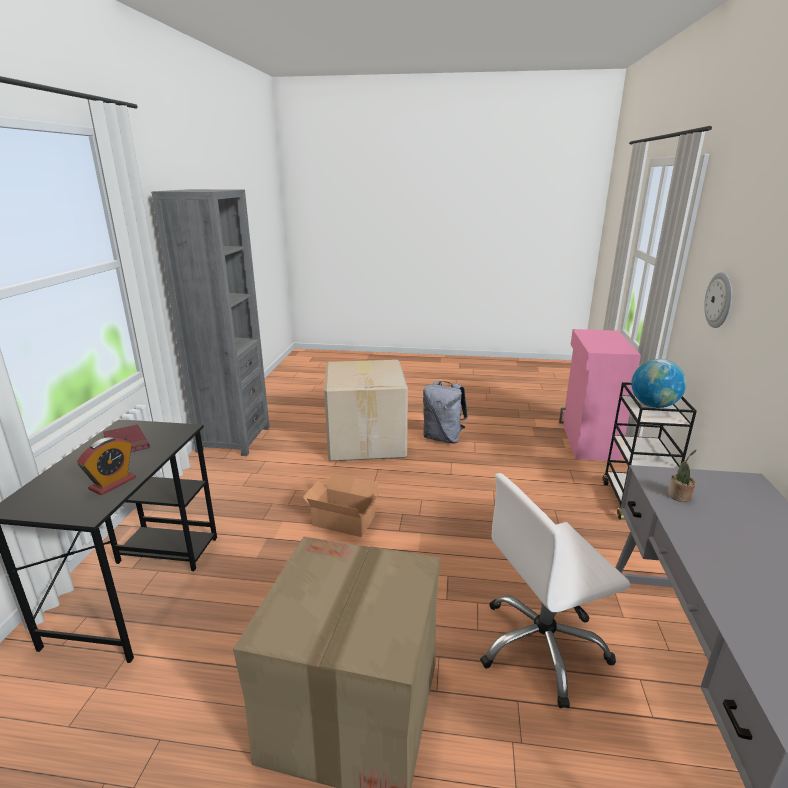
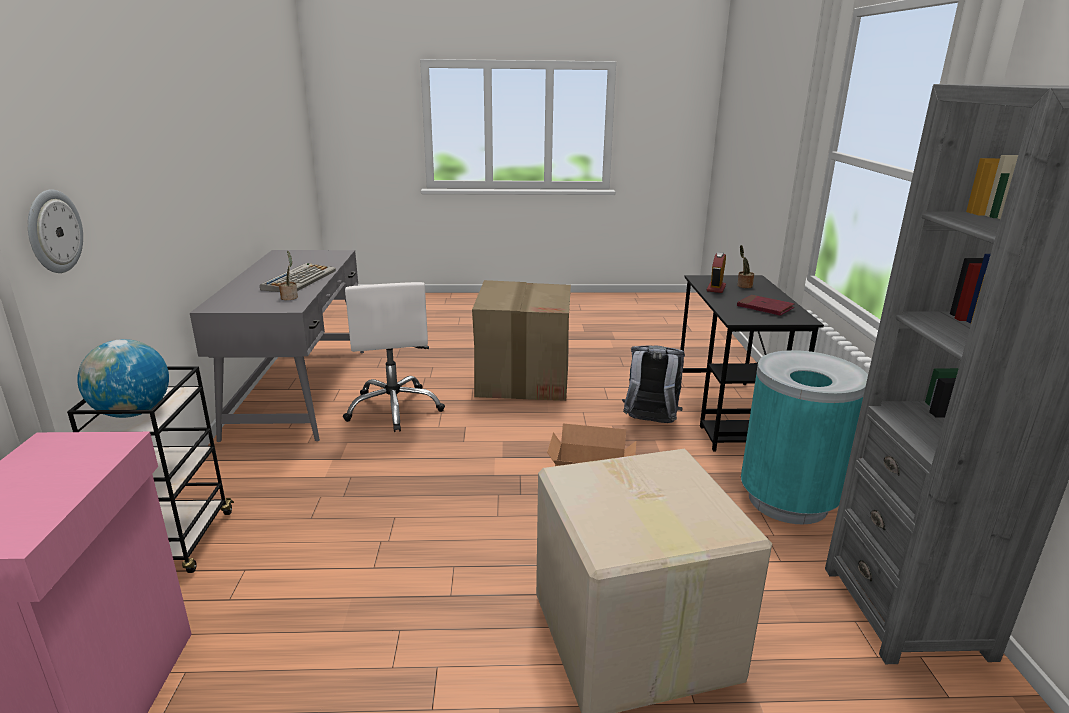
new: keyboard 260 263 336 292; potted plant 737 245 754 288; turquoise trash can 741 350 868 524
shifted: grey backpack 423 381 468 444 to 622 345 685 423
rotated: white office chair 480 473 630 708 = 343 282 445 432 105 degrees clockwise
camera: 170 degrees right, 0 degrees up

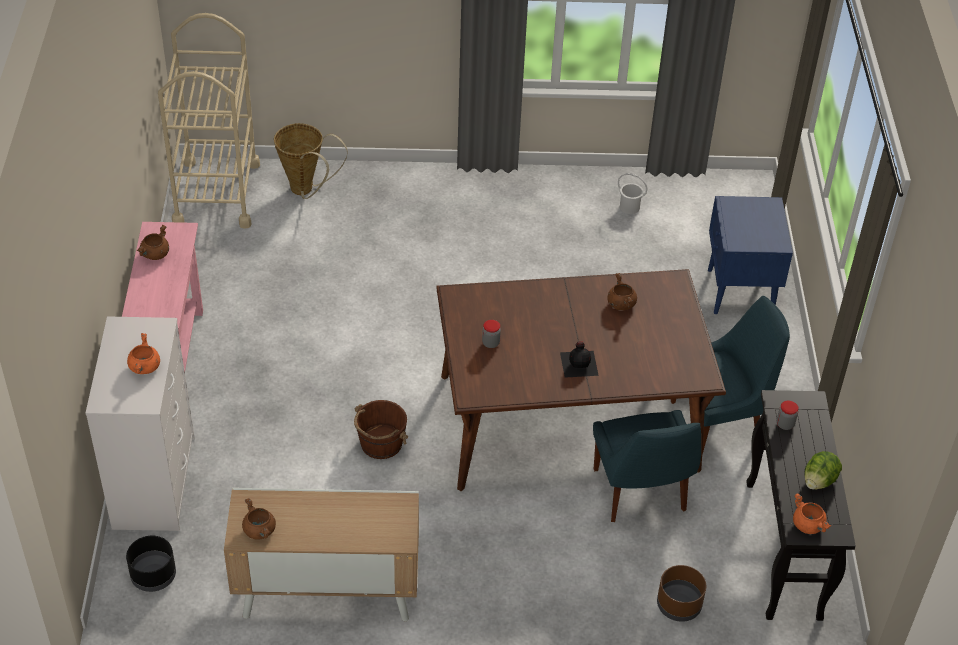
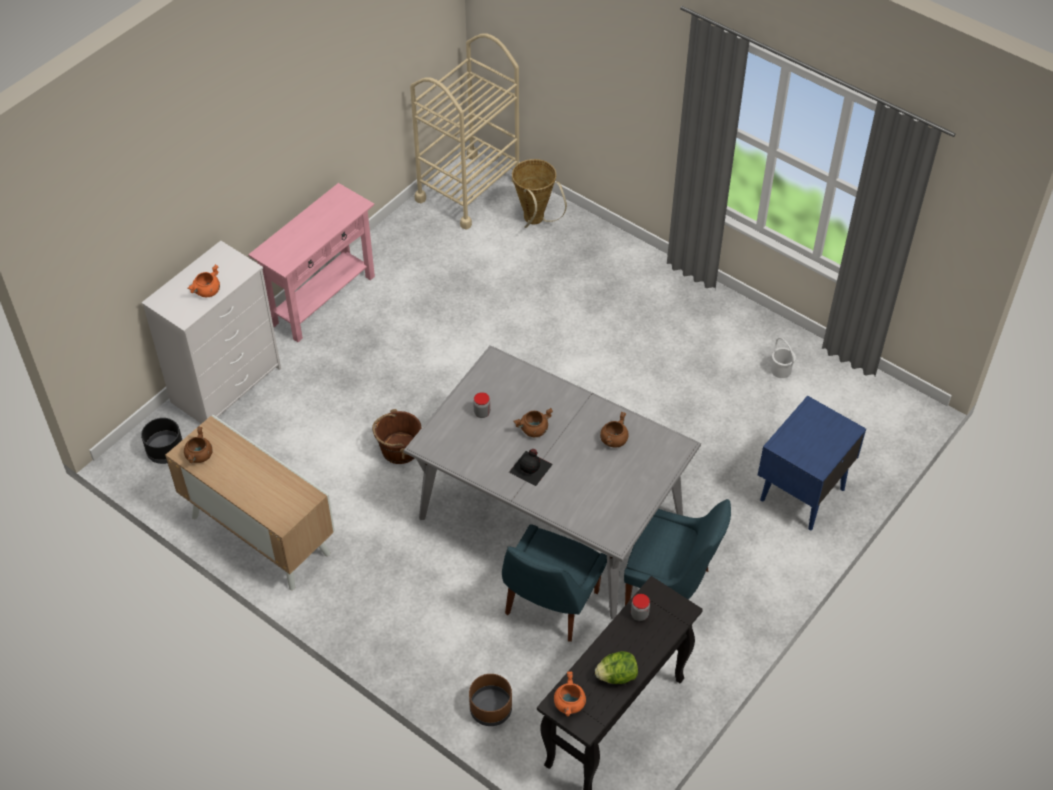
shifted: brown cooking pot 137 225 169 260 to 513 408 553 437
repainted: brown dining table 436 269 726 491 to grey dining table 404 345 701 619
camera: 40 degrees right, 5 degrees up

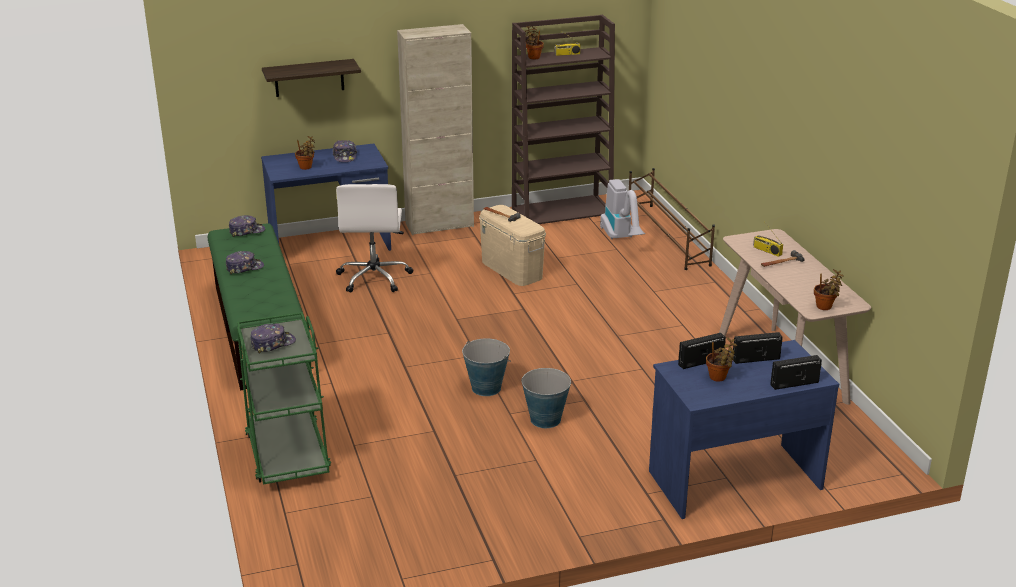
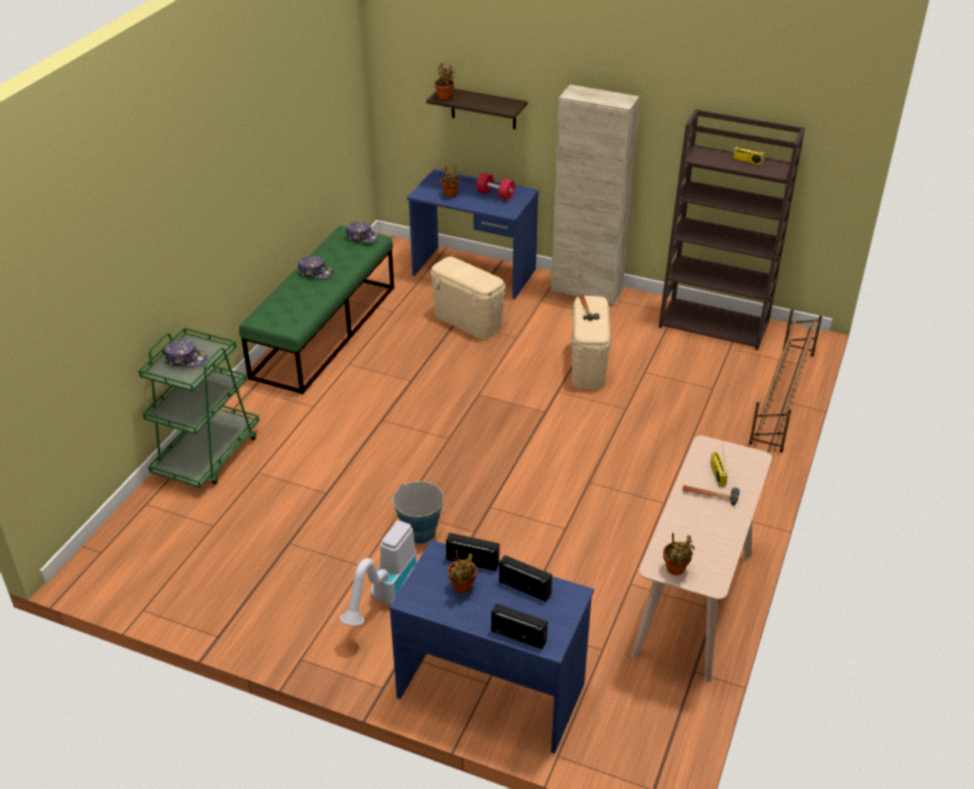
gone: bucket 462 338 511 396
shifted: potted plant 525 25 544 59 to 435 62 455 100; vacuum cleaner 600 179 645 239 to 340 521 418 626
swapped: cap 333 140 357 162 to red dumbbell 476 173 515 200; white office chair 336 184 413 293 to beige storage box 431 257 506 339
camera: 40 degrees right, 10 degrees up

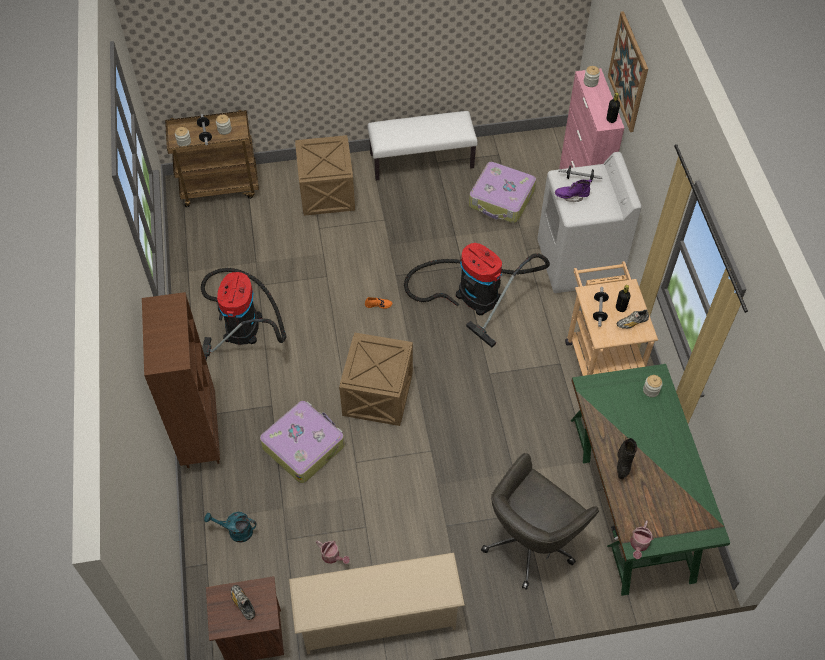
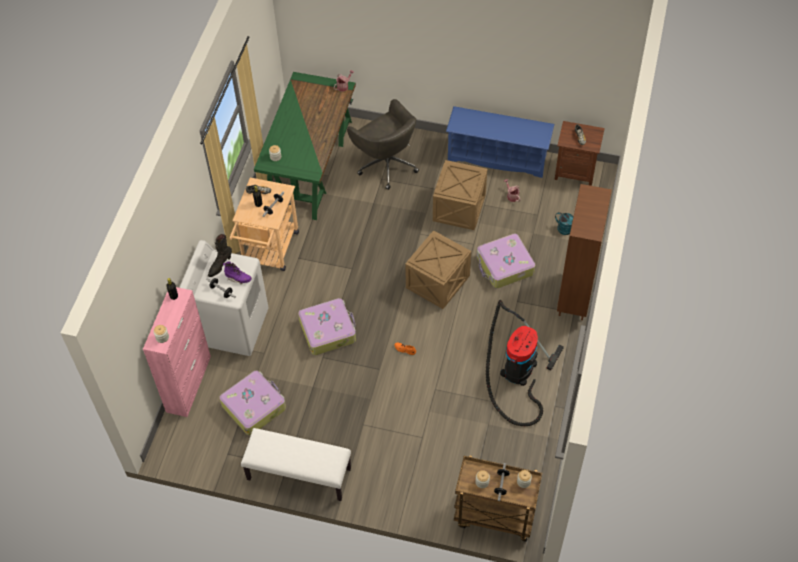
gone: picture 608 11 648 132
shifted: crate 295 135 355 216 to 433 160 487 230; black boot 617 438 637 480 to 208 234 232 277
swapped: vacuum cleaner 404 243 550 348 to suitcase 298 298 356 355
repainted: beige shoe rack 289 553 465 654 to blue shoe rack 446 106 554 178
rotated: grey office chair 481 453 599 590 = 347 99 419 190 75 degrees clockwise
camera: 155 degrees left, 0 degrees up

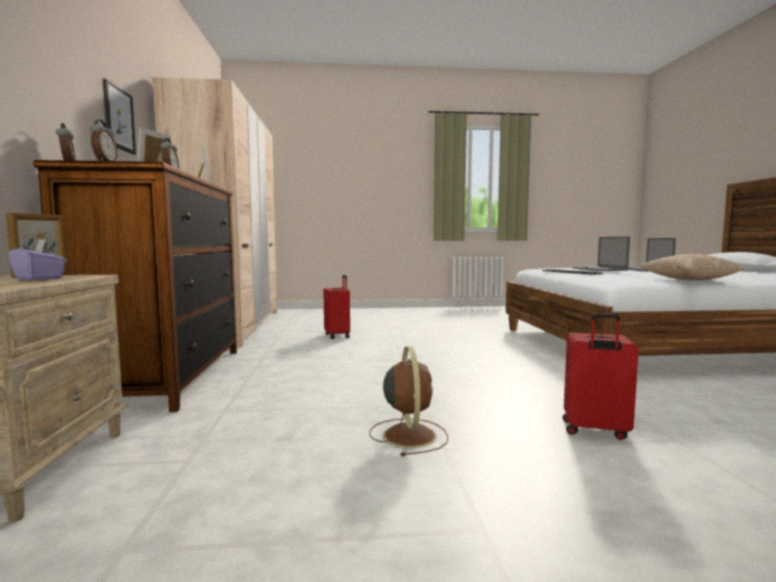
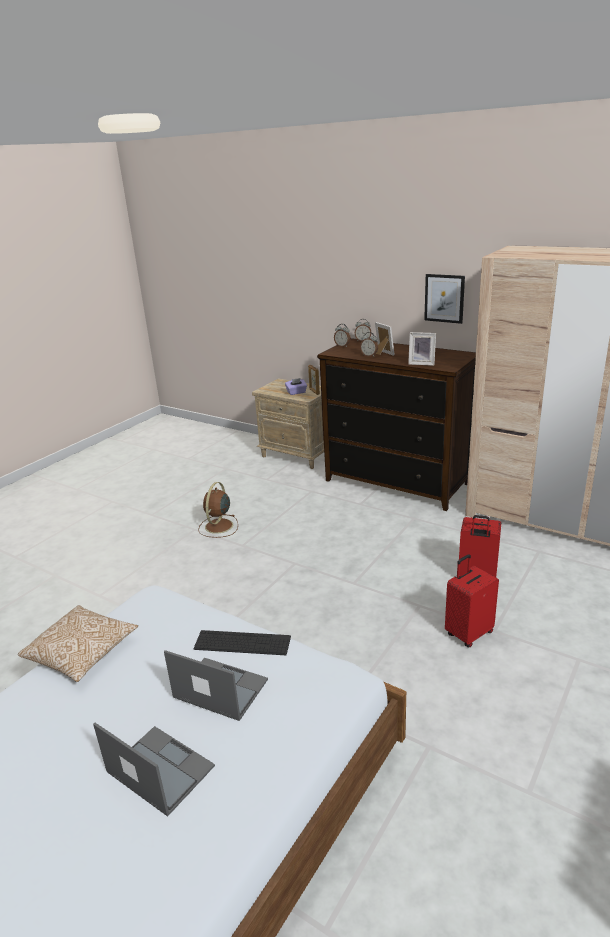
shifted: red suitcase 562 313 639 440 to 445 554 499 647
rotated: brown fan 369 346 448 456 = 198 482 238 538 75 degrees clockwise
camera: 130 degrees right, 20 degrees up

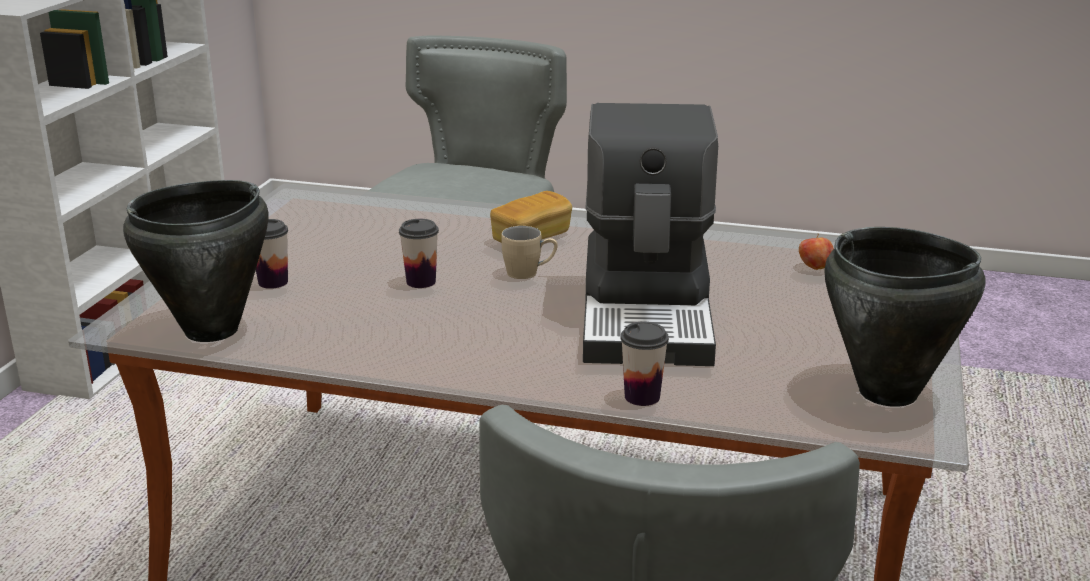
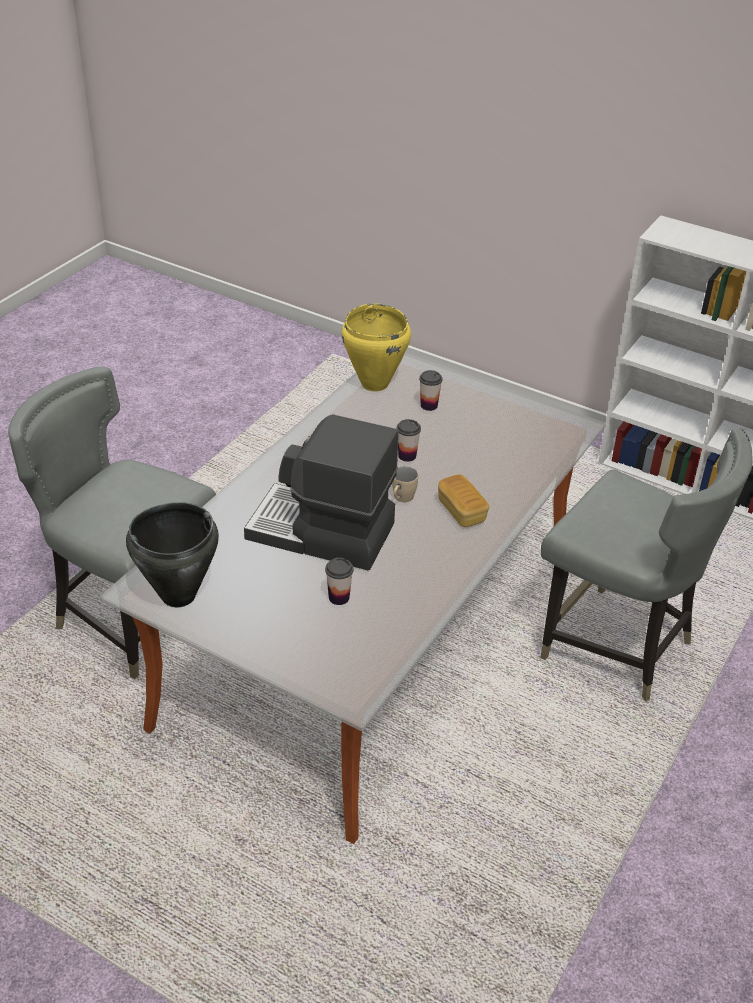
gone: apple 799 233 834 270
shifted: cup 620 321 669 406 to 325 558 353 605
repainted: black cooking pot 123 180 269 342 to yellow cooking pot 342 303 411 391
camera: 105 degrees right, 15 degrees up

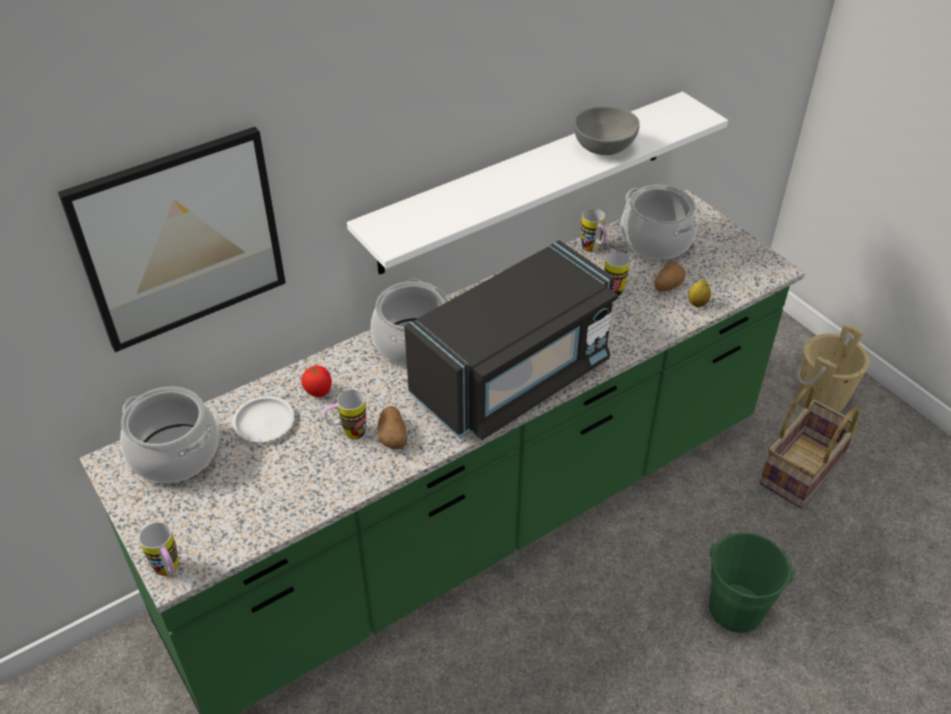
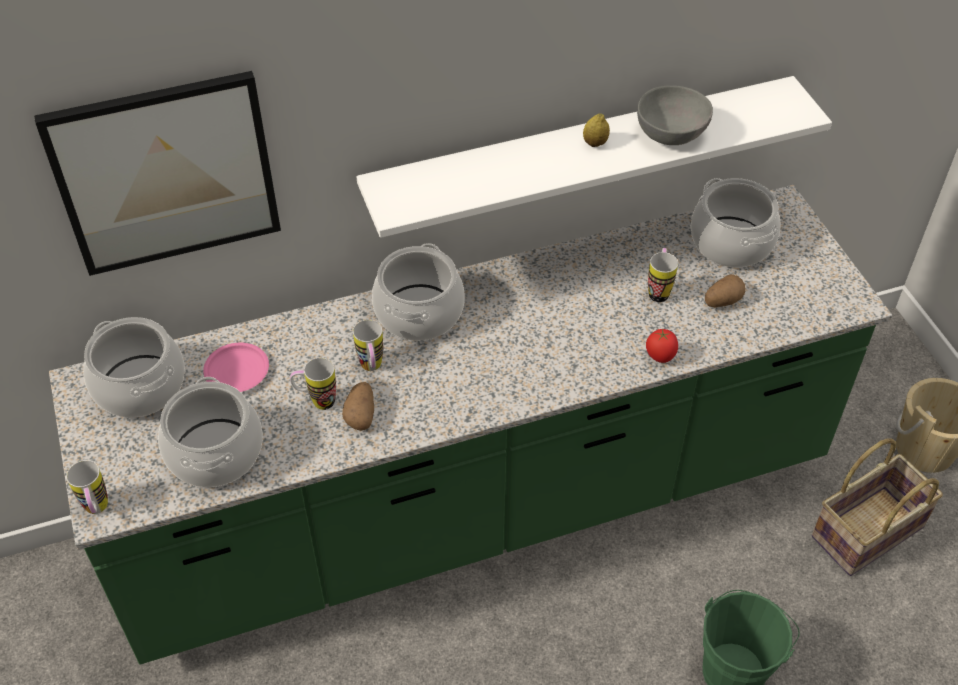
gone: black microwave 404 240 618 440
new: cooking pot 158 377 263 487
shifted: tomato 301 366 332 397 to 646 329 678 363; mug 581 208 607 252 to 353 320 383 371; lemon 688 279 711 307 to 583 114 610 147
repainted: white plate 232 396 295 442 to pink plate 203 343 269 392
camera: 15 degrees right, 5 degrees up

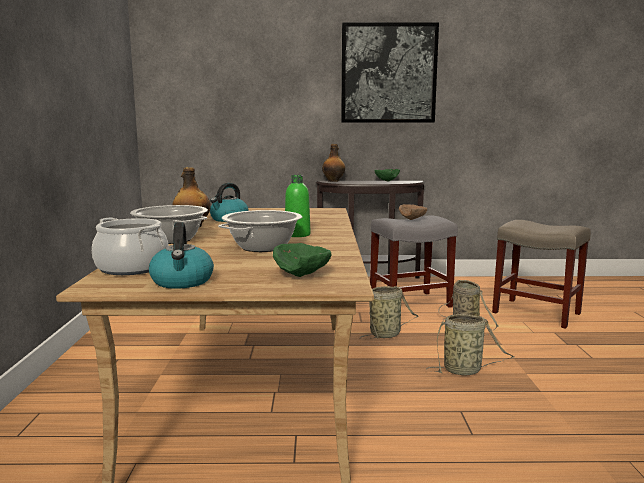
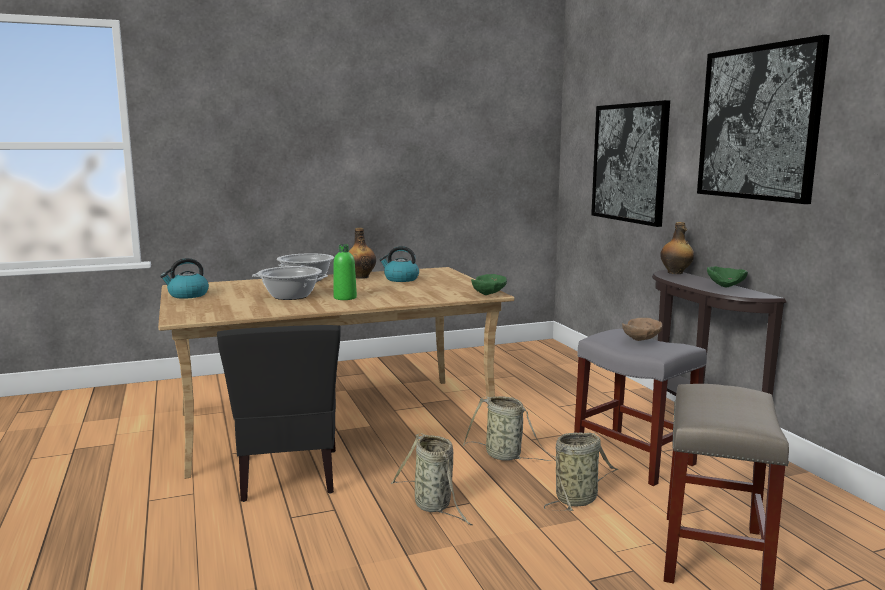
gone: cooking pot 92 217 169 275
new: black chair 217 325 340 502; picture 591 100 670 227
shifted: green bowl 273 243 332 277 to 471 274 507 295
camera: 70 degrees right, 0 degrees up

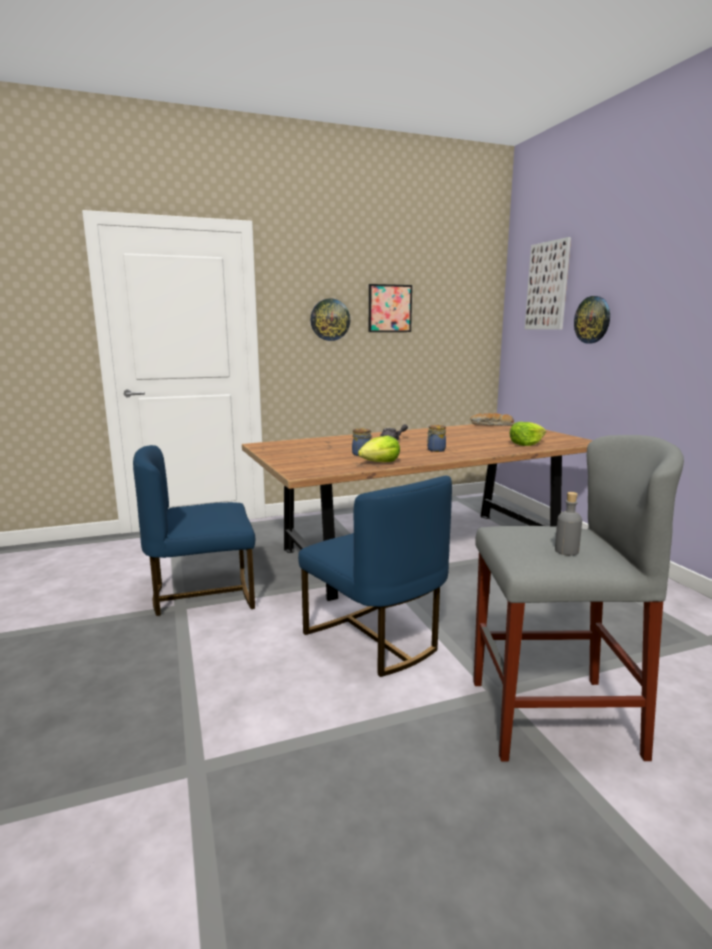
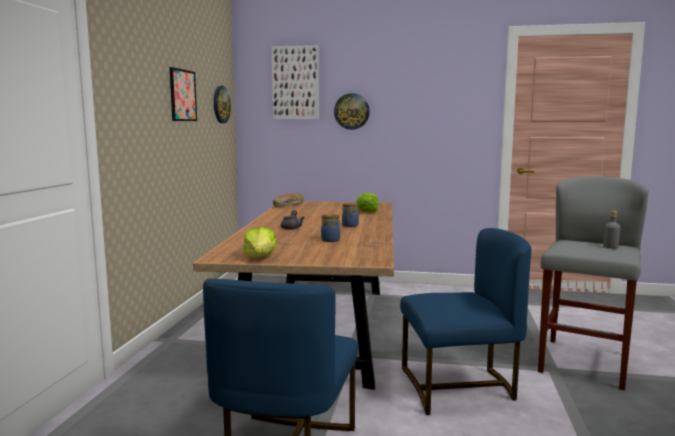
shifted: wall clock 311 299 350 341 to 214 86 231 123; lettuce 358 436 400 462 to 243 227 277 258
camera: 60 degrees left, 5 degrees down

